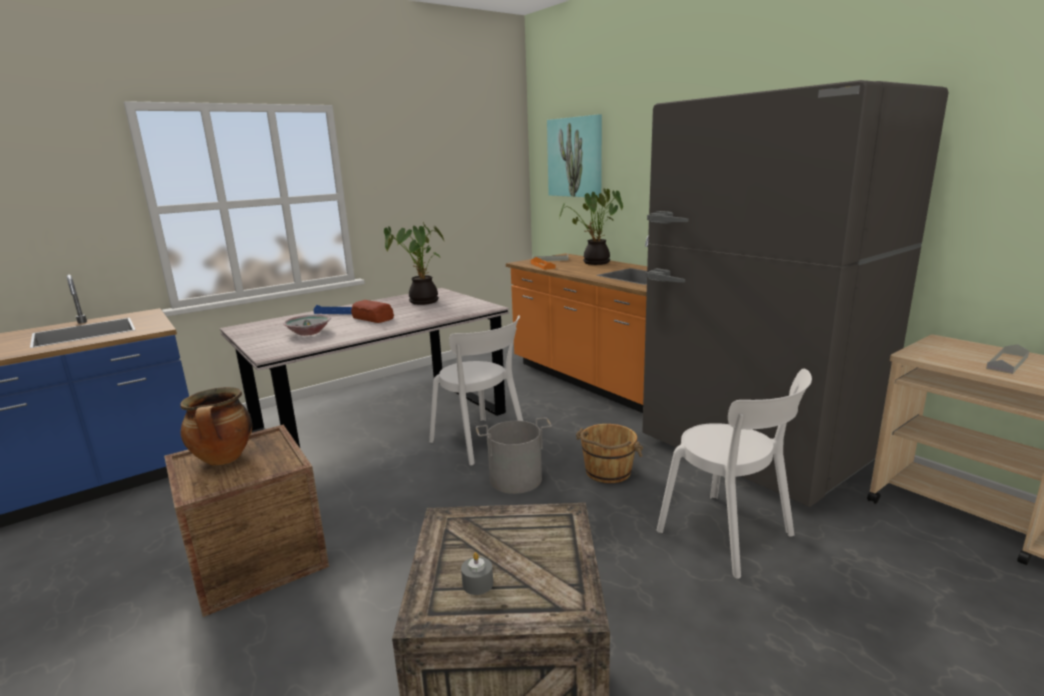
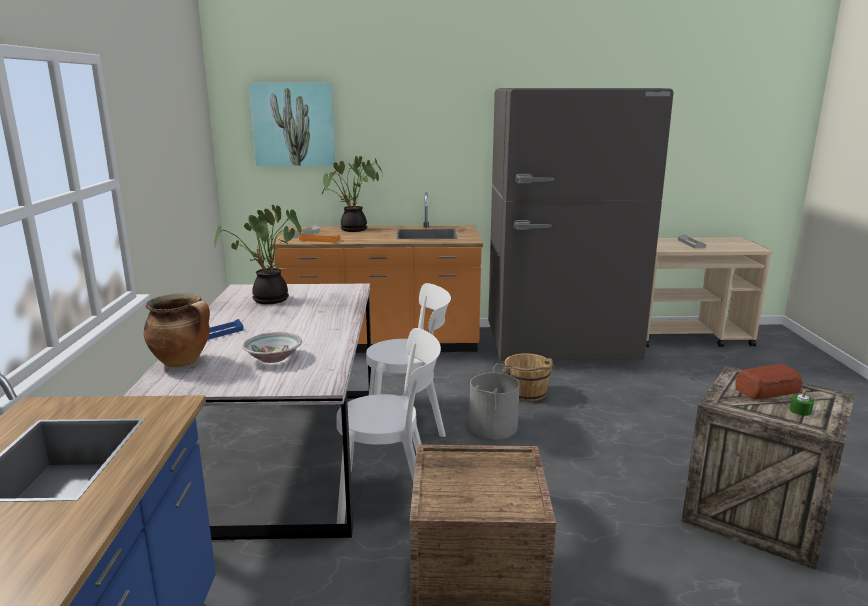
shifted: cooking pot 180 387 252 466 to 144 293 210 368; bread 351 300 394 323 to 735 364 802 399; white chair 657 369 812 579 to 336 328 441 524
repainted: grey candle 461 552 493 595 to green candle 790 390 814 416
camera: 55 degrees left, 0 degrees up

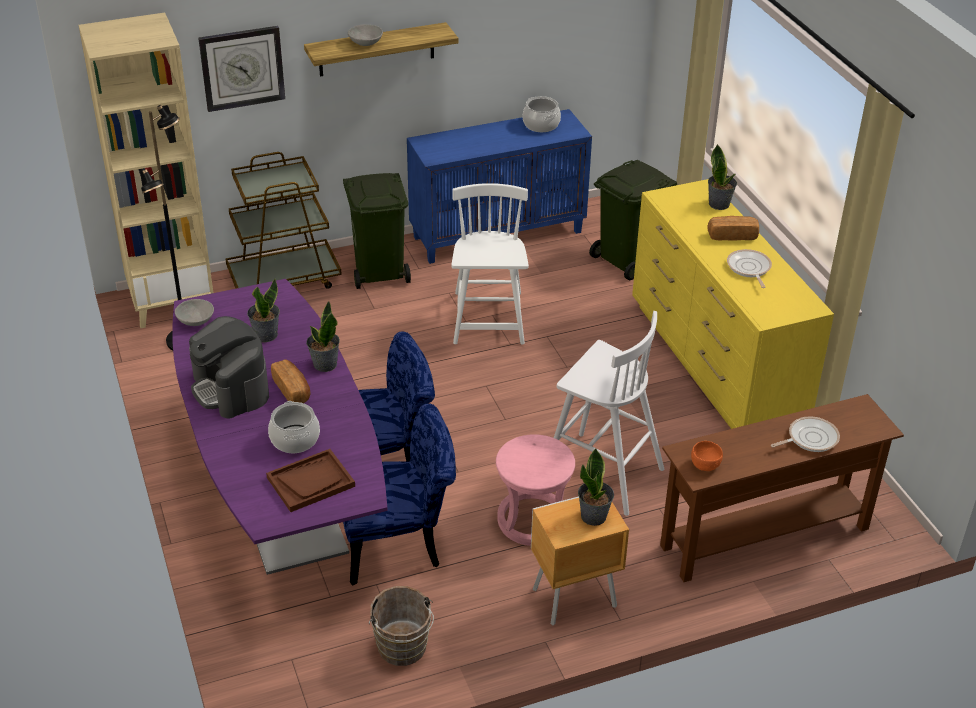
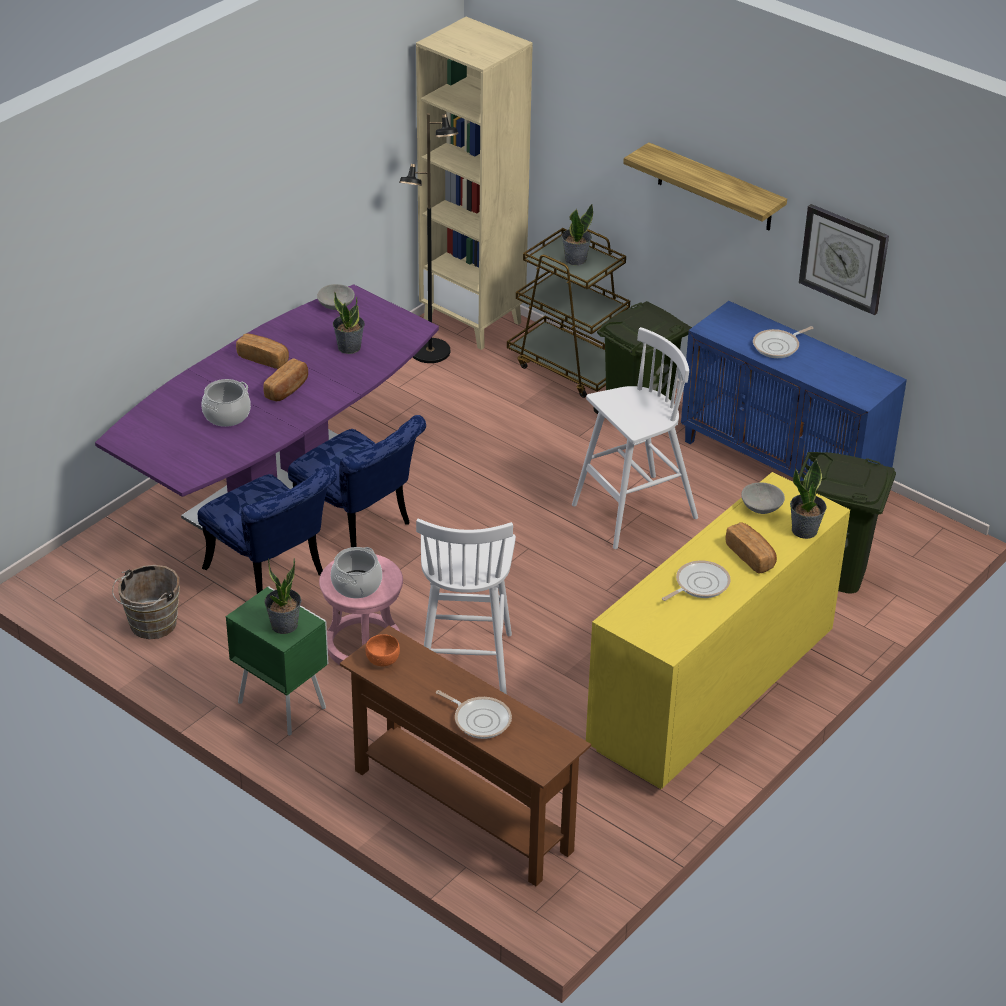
gone: brown tray 266 449 355 512
new: frying pan 753 326 814 358
shifted: wall clock 198 26 285 112 to 799 204 889 315; potted plant 306 301 340 372 to 562 204 593 266; grey bowl 348 24 383 46 to 741 482 785 514; cooking pot 522 96 561 132 to 331 547 382 598
swapped: coffee machine 189 316 269 418 to bread 236 334 289 369; white chair 451 183 529 345 to white stool 572 327 698 549
repainted: brown nightstand 531 496 629 625 to green nightstand 226 586 328 736
camera: 60 degrees right, 0 degrees up

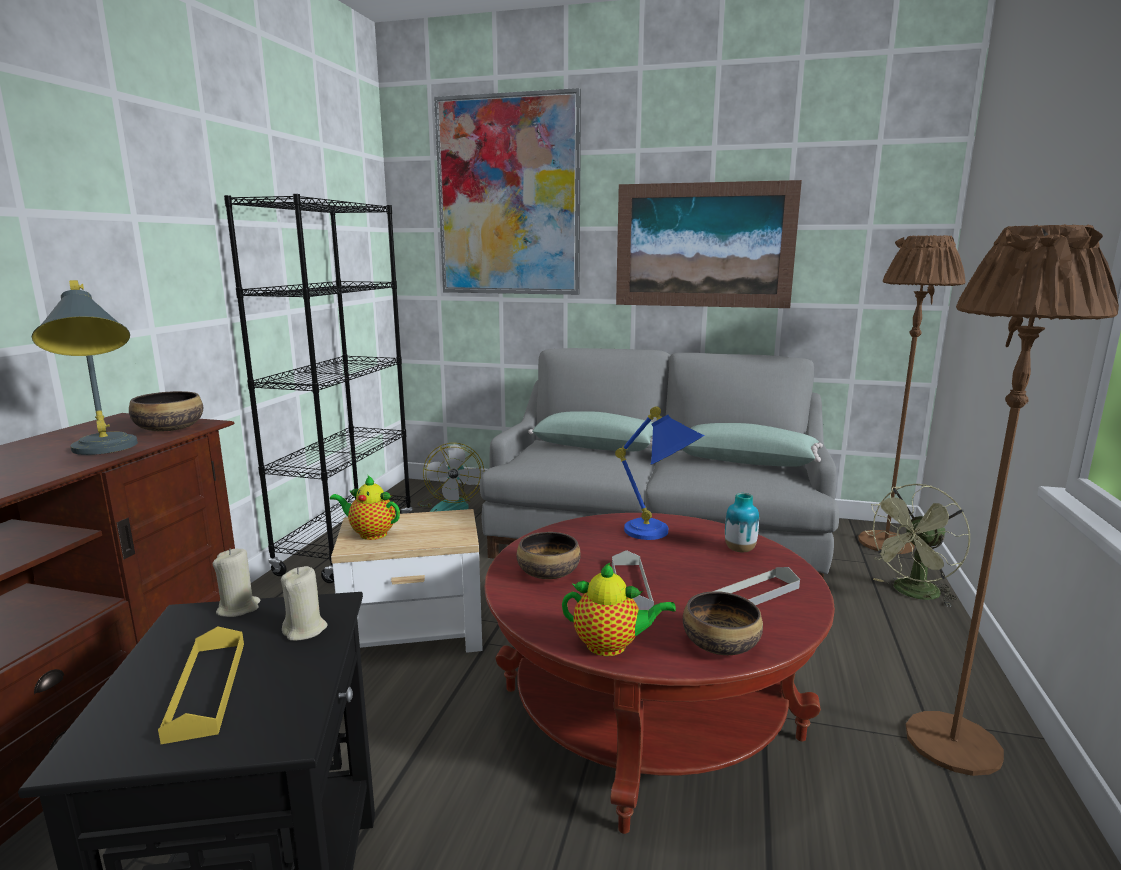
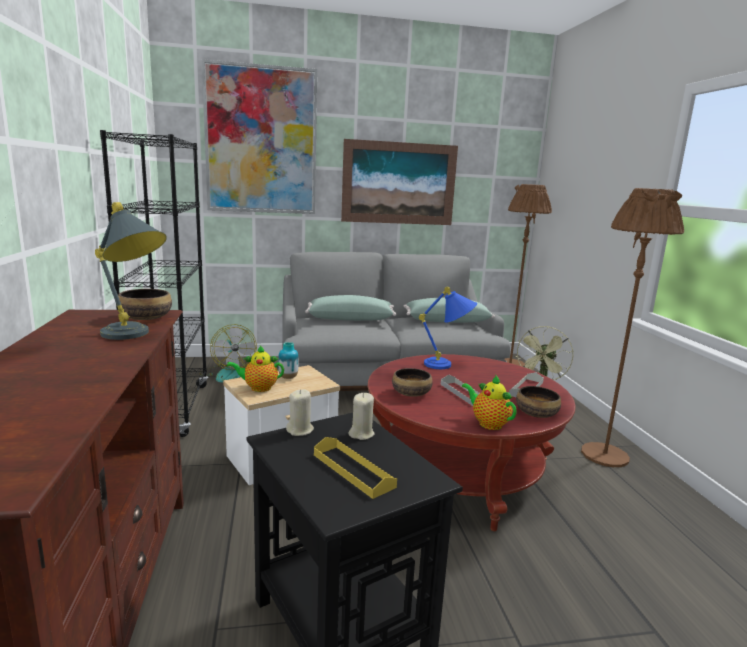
shifted: vase 725 493 759 552 to 278 342 299 379
rotated: teapot 562 563 676 656 = 462 375 517 430 120 degrees counterclockwise
camera: 25 degrees left, 0 degrees up

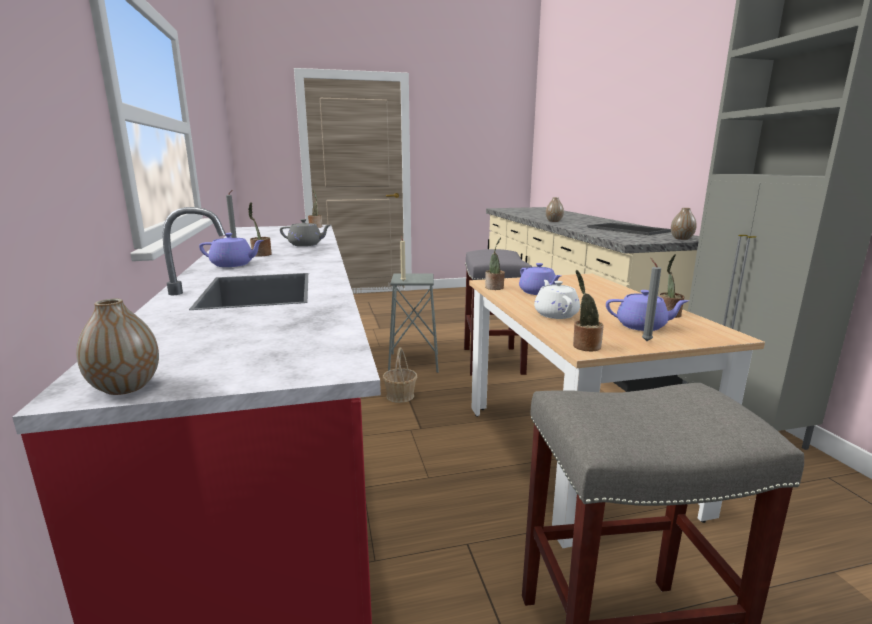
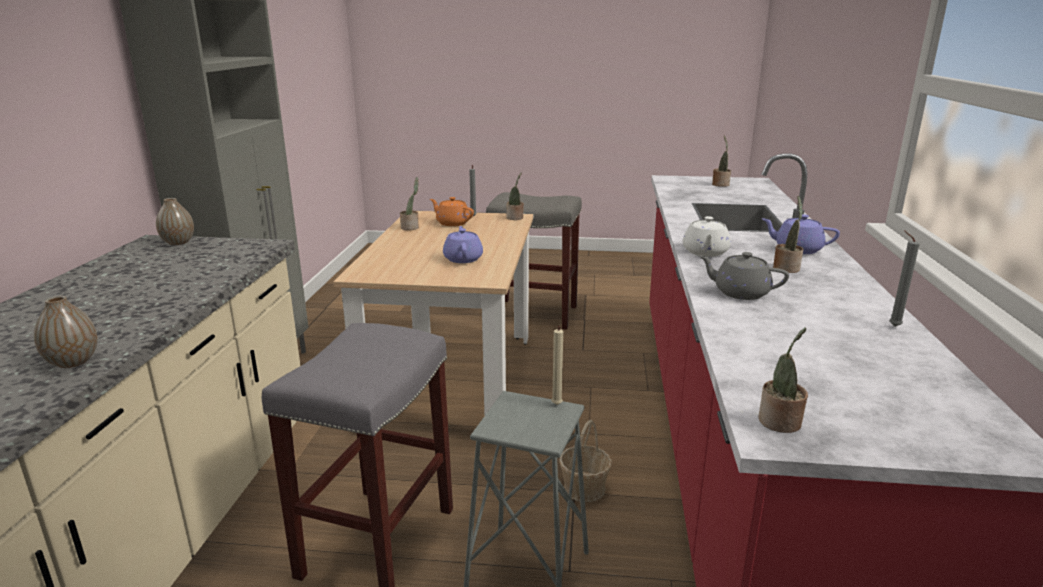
gone: vase 76 299 159 395; tray 587 223 671 235
shifted: potted plant 485 237 505 290 to 712 136 731 187; white teapot 534 280 580 319 to 683 216 731 257
repainted: purple teapot 606 290 689 331 to orange teapot 430 197 474 226
camera: 160 degrees left, 5 degrees up

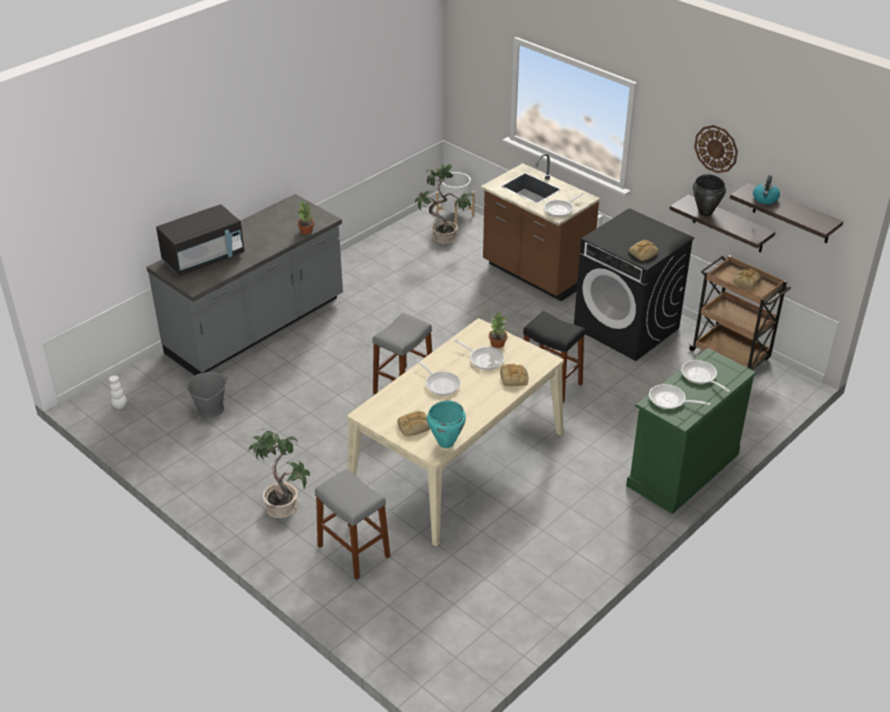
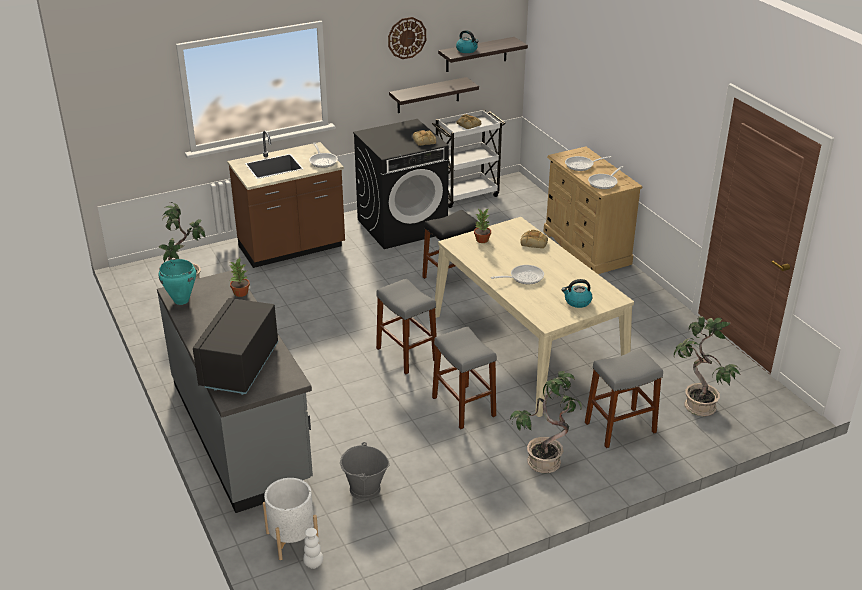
gone: frying pan 454 339 504 370; black cooking pot 693 174 726 216
new: grey stool 432 327 497 429; potted plant 674 316 741 416
shifted: turquoise cooking pot 427 401 466 448 to 158 259 196 305; white planter 436 172 475 224 to 263 478 319 560
swapped: bread 397 411 430 436 to kettle 561 279 592 308
repainted: green dresser 626 348 756 514 to beige dresser 543 146 642 274; brown cart 688 255 791 370 to white cart 432 110 506 208
rotated: black microwave 156 204 245 276 = 193 298 278 395 150 degrees counterclockwise
camera: 70 degrees left, 5 degrees down

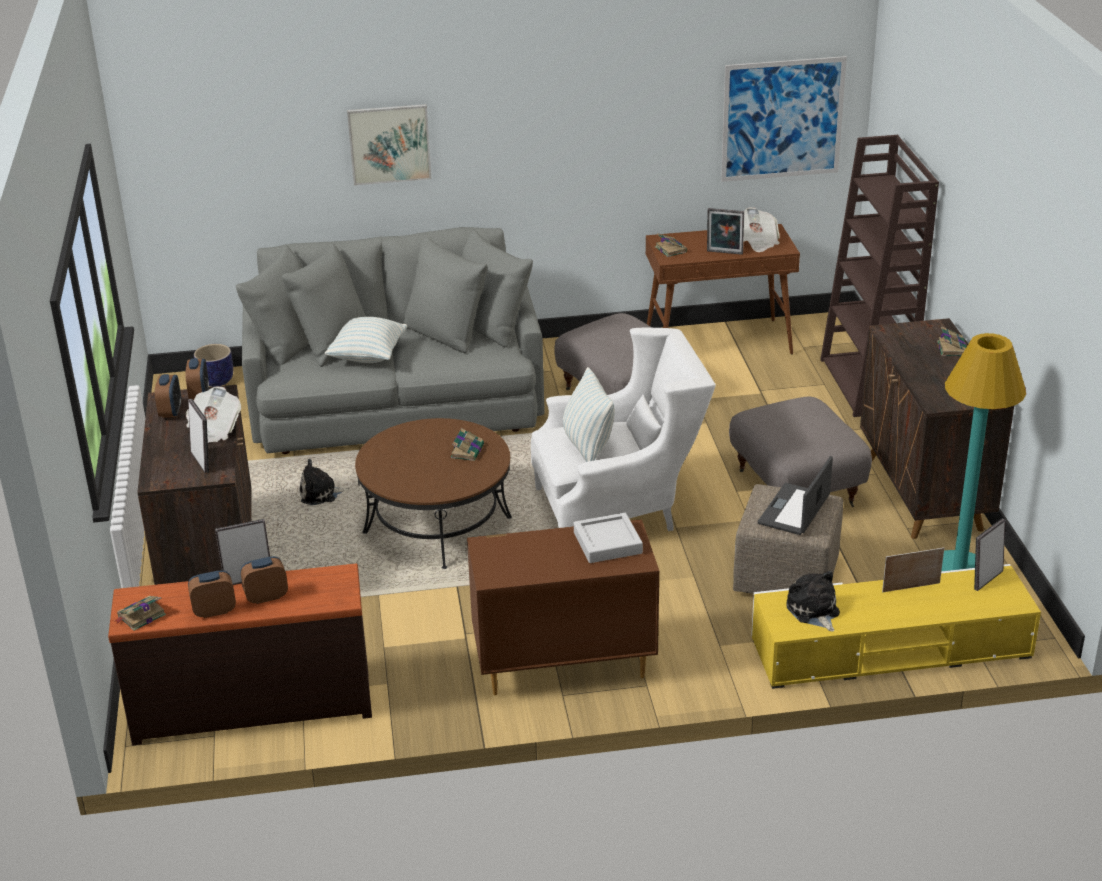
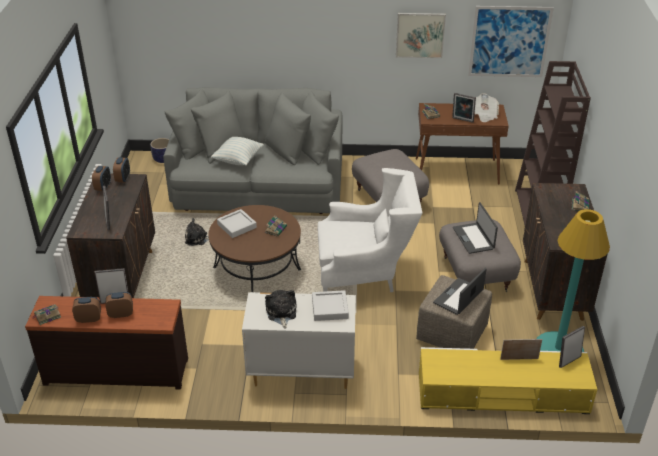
gone: newspaper 185 386 241 443; pillow 563 367 615 462
new: grey tray 217 209 257 238; laptop 453 202 498 254
shifted: picture 347 104 432 185 to 396 13 446 58; plush toy 786 571 840 632 to 265 290 297 328
repainted: brown dresser 467 519 659 695 to white dresser 242 292 356 389
camera: 10 degrees right, 5 degrees up

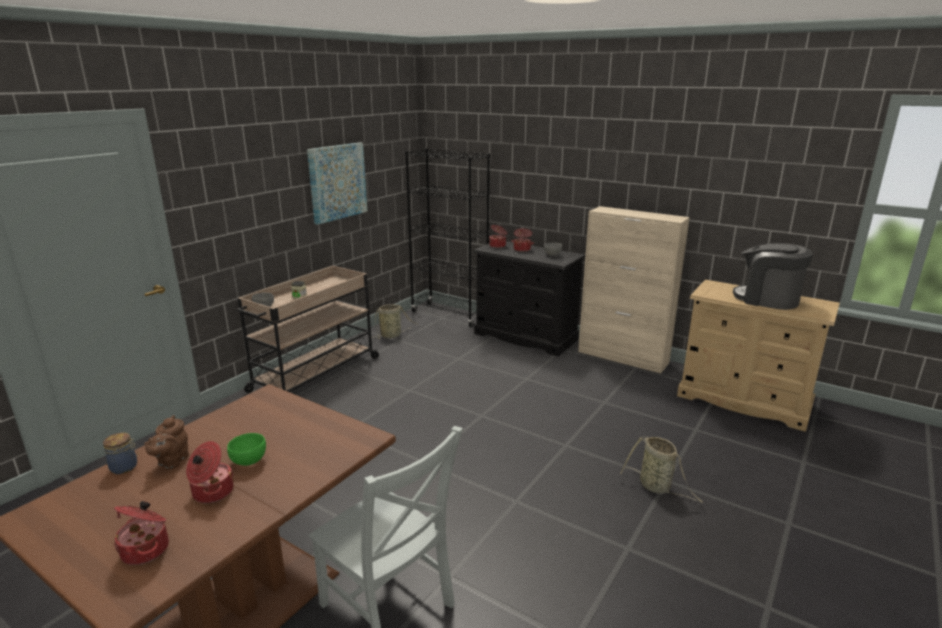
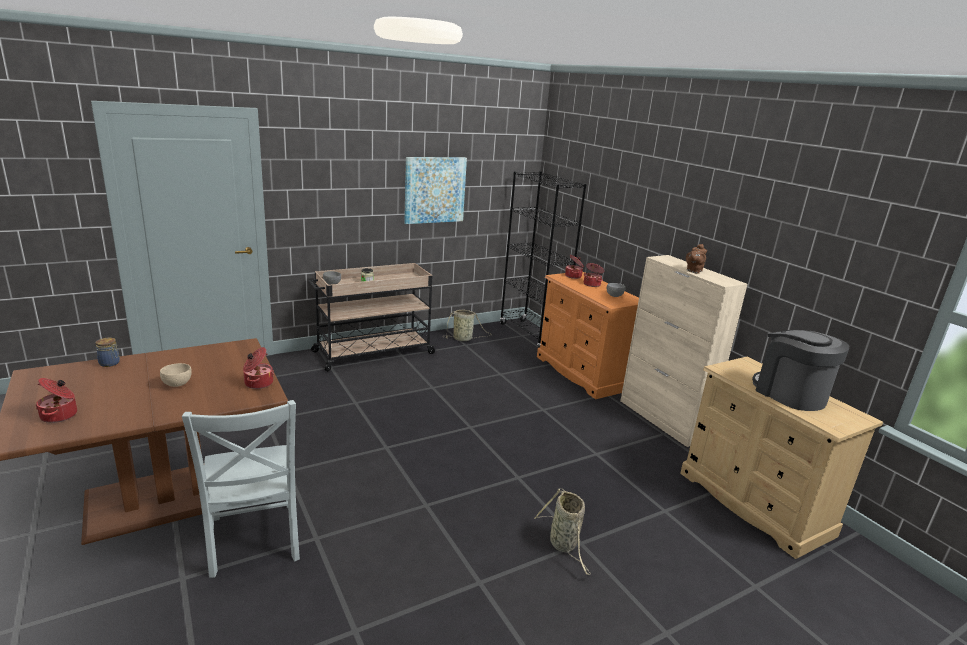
shifted: brown teapot 144 415 189 469 to 686 244 707 274; cooking pot 186 441 233 503 to 243 347 274 389
repainted: green bowl 227 433 266 466 to beige bowl 160 363 192 387; black dresser 473 241 585 356 to orange dresser 537 271 639 399
camera: 25 degrees right, 0 degrees up

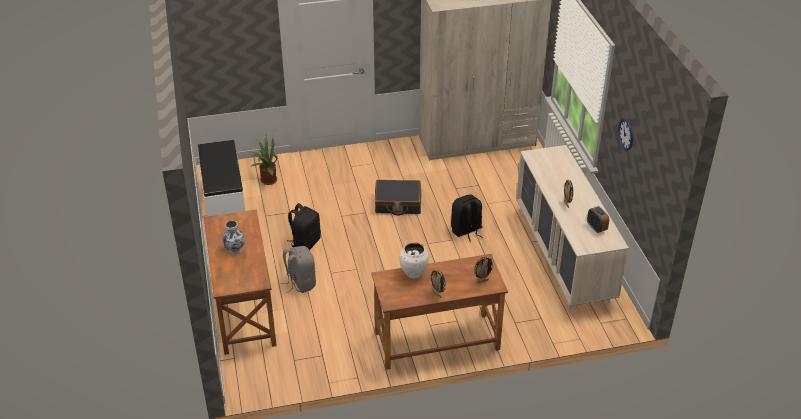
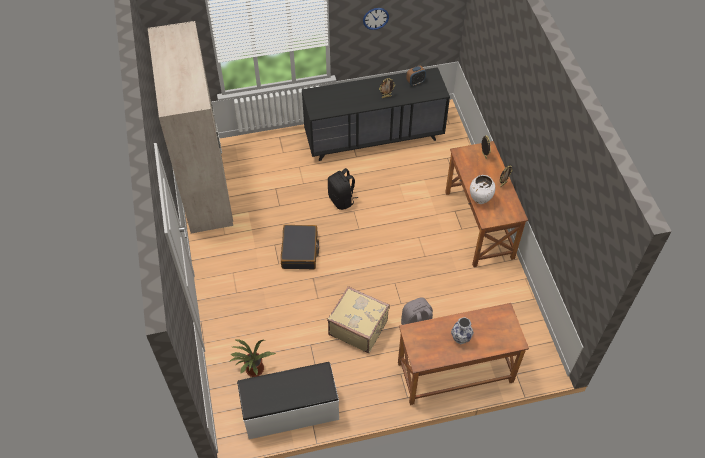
swapped: black backpack 287 203 321 250 to beige suitcase 327 286 390 353
repainted: beige dresser 516 145 629 310 to black dresser 302 67 450 161
camera: 90 degrees left, 15 degrees up

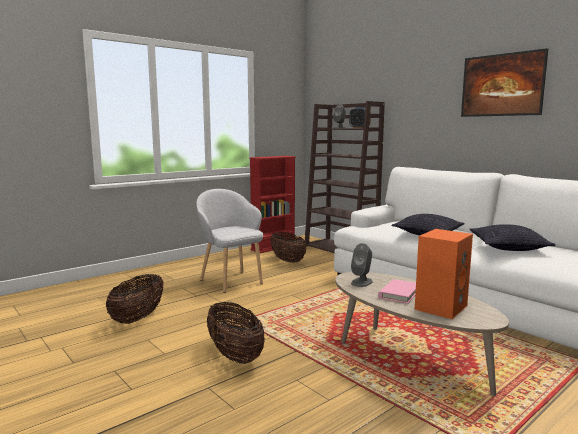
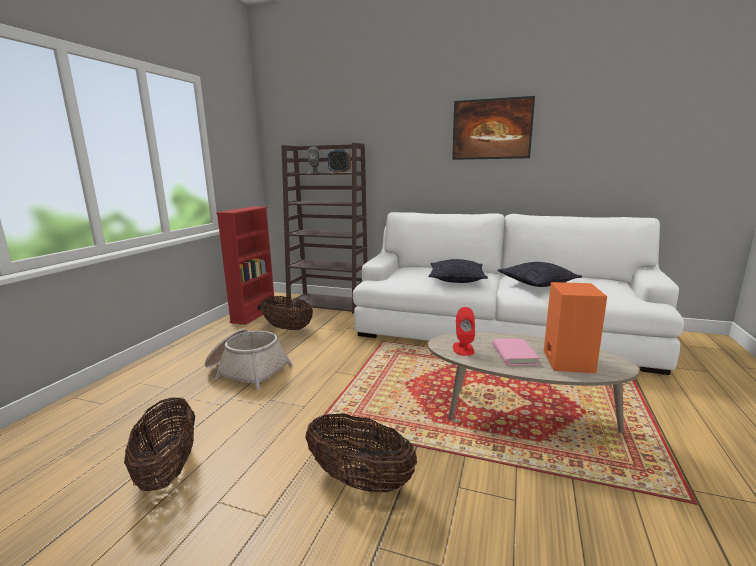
swapped: grey armchair 197 189 263 293 to basket 205 328 293 391
repainted: grey speaker 351 243 373 287 to red speaker 453 307 475 356
camera: 30 degrees left, 5 degrees up

